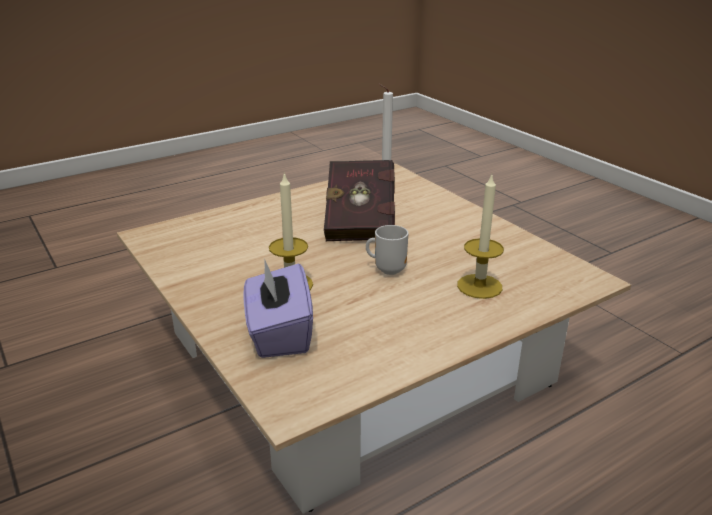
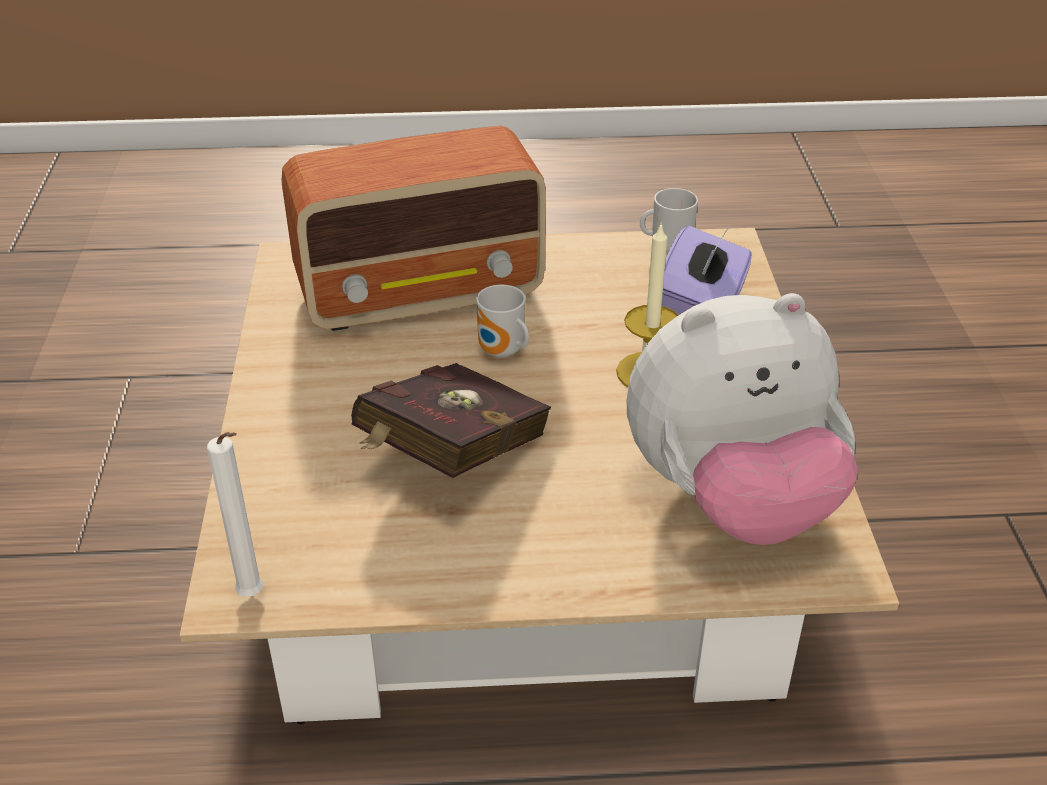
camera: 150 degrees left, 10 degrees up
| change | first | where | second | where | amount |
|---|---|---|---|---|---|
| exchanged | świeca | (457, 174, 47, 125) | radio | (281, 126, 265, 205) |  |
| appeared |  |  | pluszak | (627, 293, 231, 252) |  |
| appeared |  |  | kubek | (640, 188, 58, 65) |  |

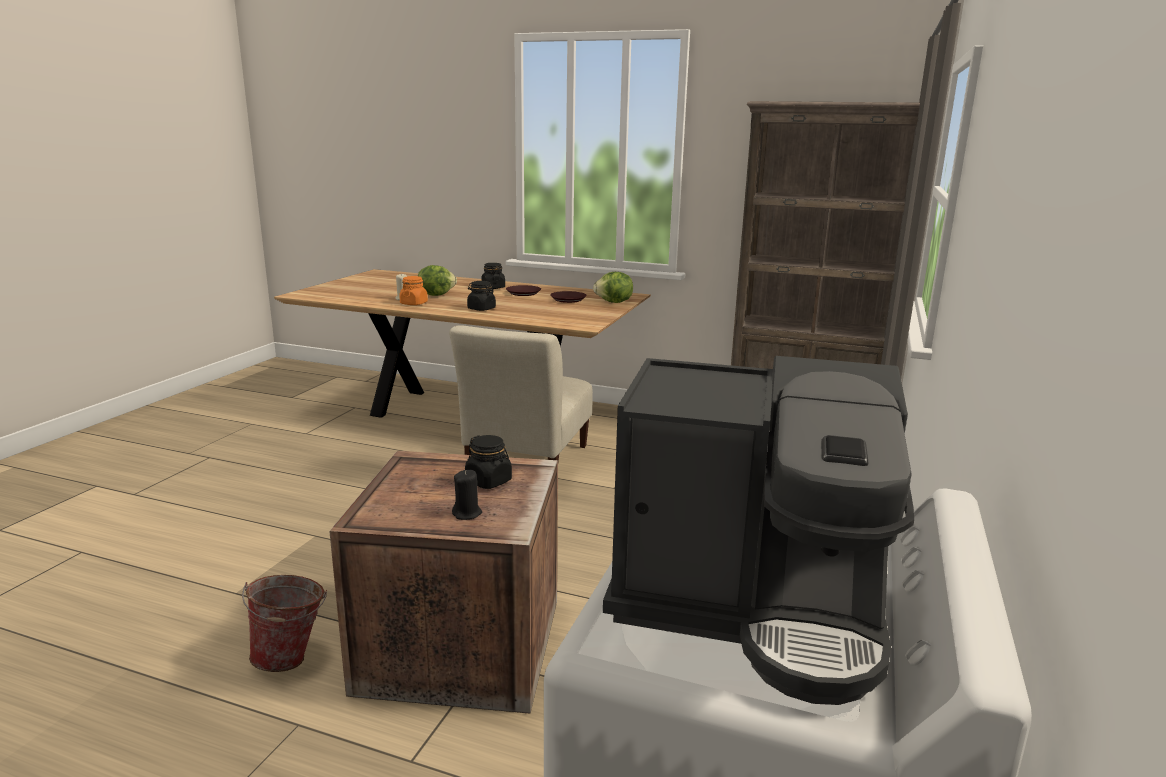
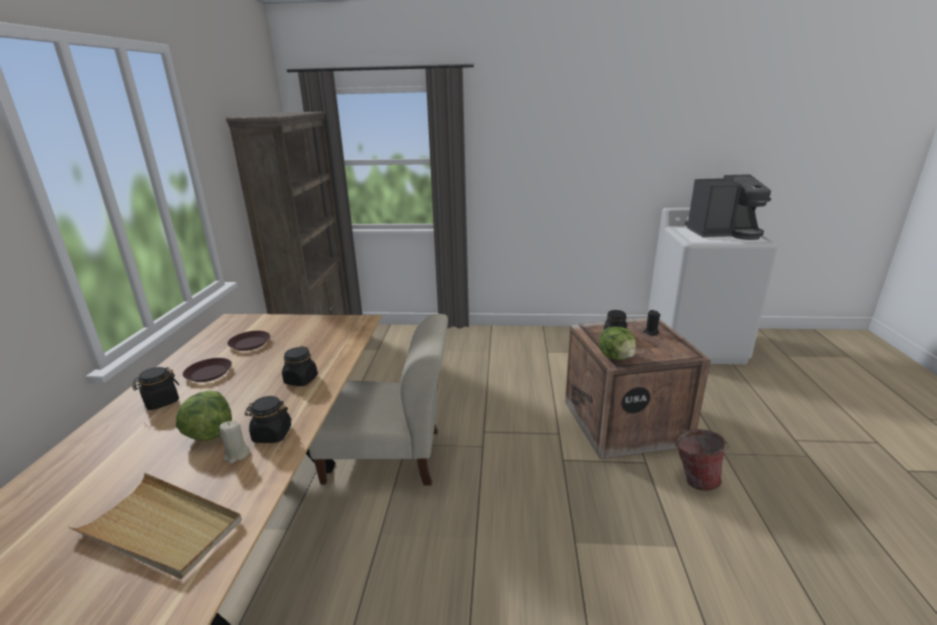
camera: 105 degrees left, 5 degrees up
| change | first | where | second | where | amount |
|---|---|---|---|---|---|
| colour | słoik [pomarańczowy] | (399, 276, 29, 29) | słoik [czarny] | (244, 396, 47, 47) |  |
| relocated | sałata | (593, 272, 40, 31) |  | (599, 327, 37, 33) |  |
| spun | ekspres do kawy | (603, 356, 311, 349) |  | (685, 174, 86, 66) | 90 degrees clockwise |
| appeared |  |  | taca [beżowy] | (68, 473, 174, 106) |  |

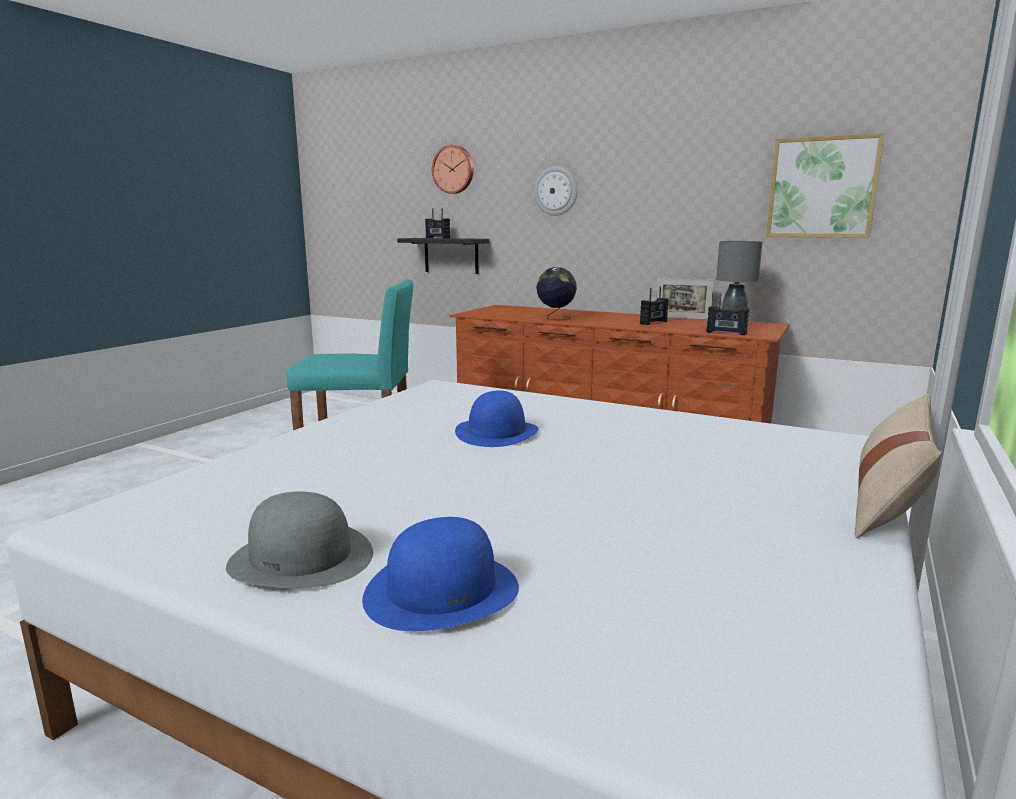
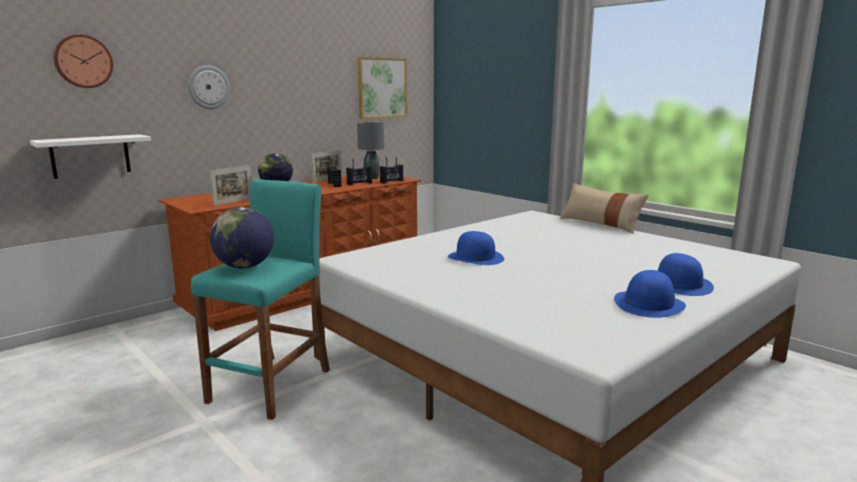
camera: 70 degrees left, 0 degrees up
| change | first | where | second | where | amount |
|---|---|---|---|---|---|
| colour | kapelusz [szary] | (226, 491, 147, 97) | kapelusz [niebieski] | (614, 270, 72, 48) |  |
| colour | półka [czarny] | (397, 238, 92, 36) | półka [biały] | (30, 134, 121, 45) |  |
| relocated | radio | (425, 208, 25, 30) |  | (346, 158, 26, 27) |  |
| appeared |  |  | ramka na zdjęcie | (210, 165, 41, 41) |  |
| appeared |  |  | globus | (210, 207, 64, 61) |  |

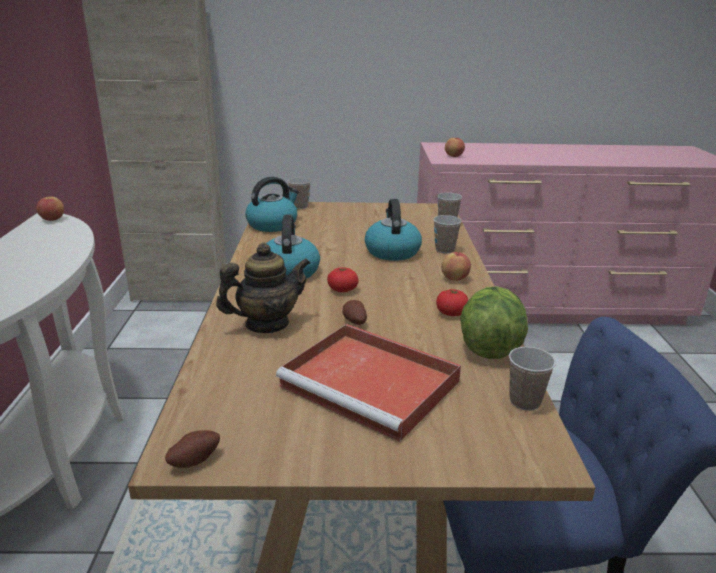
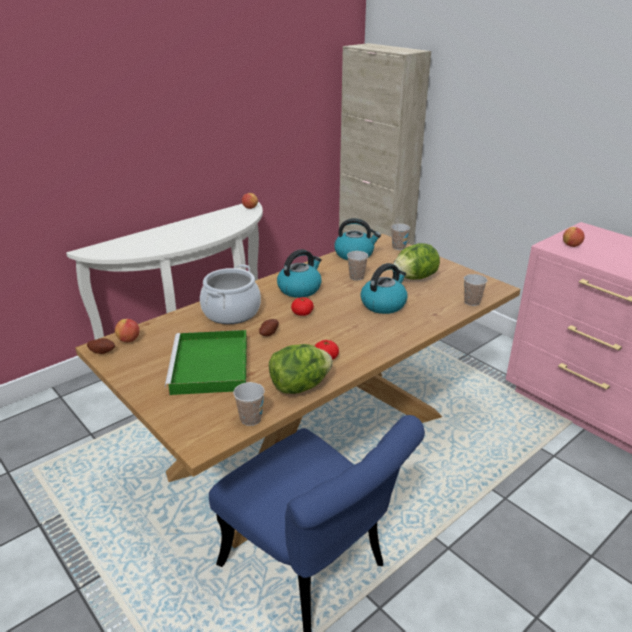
camera: 50 degrees right, 5 degrees up
| change | first | where | second | where | amount |
|---|---|---|---|---|---|
| exchanged | imbryk | (216, 242, 95, 91) | garnek | (200, 264, 61, 60) |  |
| colour | taca [czerwony] | (276, 324, 185, 118) | taca [zielony] | (165, 330, 82, 65) |  |
| relocated | filiżanka | (433, 215, 29, 38) |  | (347, 251, 21, 29) |  |
| relocated | jabłko | (441, 251, 30, 30) |  | (115, 319, 24, 23) |  |
| appeared |  |  | sałata | (393, 243, 47, 37) |  |

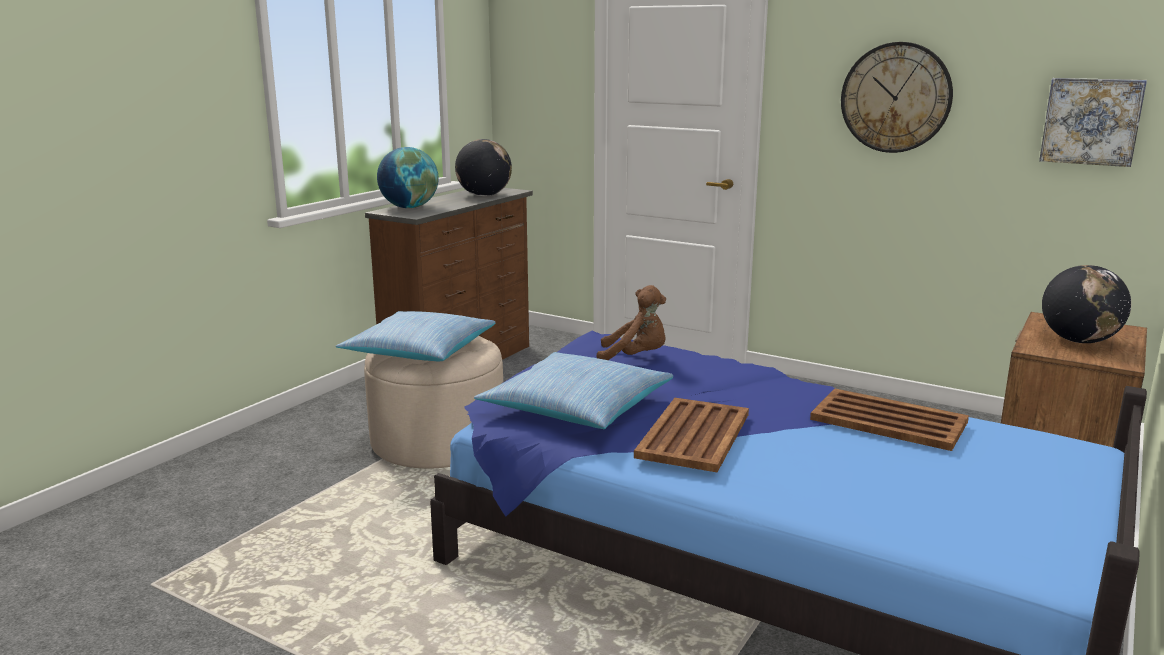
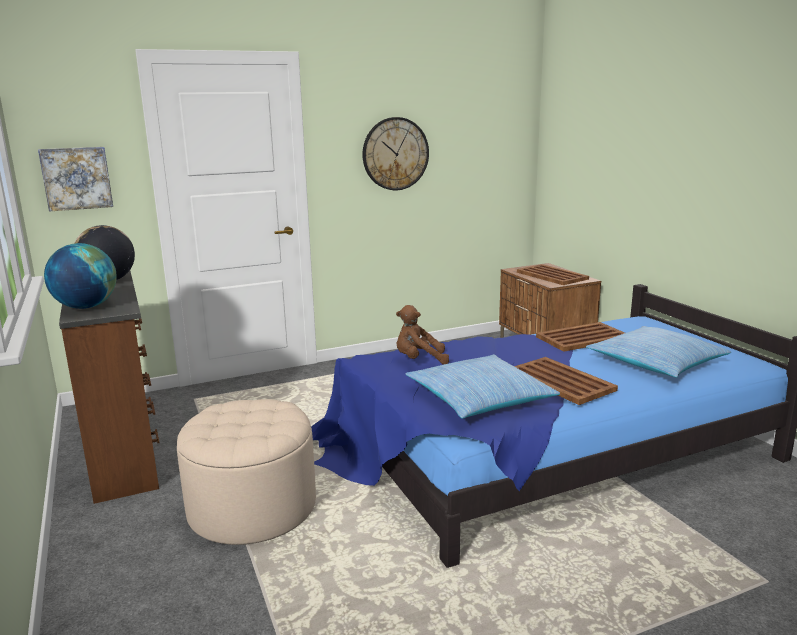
camera: 55 degrees left, 0 degrees up
| change | first | where | second | where | amount |
|---|---|---|---|---|---|
| relocated | poduszka | (336, 311, 160, 50) |  | (586, 326, 145, 51) |  |
| spun | pluszak [brązowy] | (597, 285, 69, 75) |  | (396, 305, 53, 60) | 135 degrees counterclockwise |
| relocated | obraz | (1039, 78, 108, 89) |  | (38, 147, 75, 65) |  |
| exchanged | globus | (1042, 265, 89, 78) | taca [brązowy] | (517, 264, 72, 21) |  |

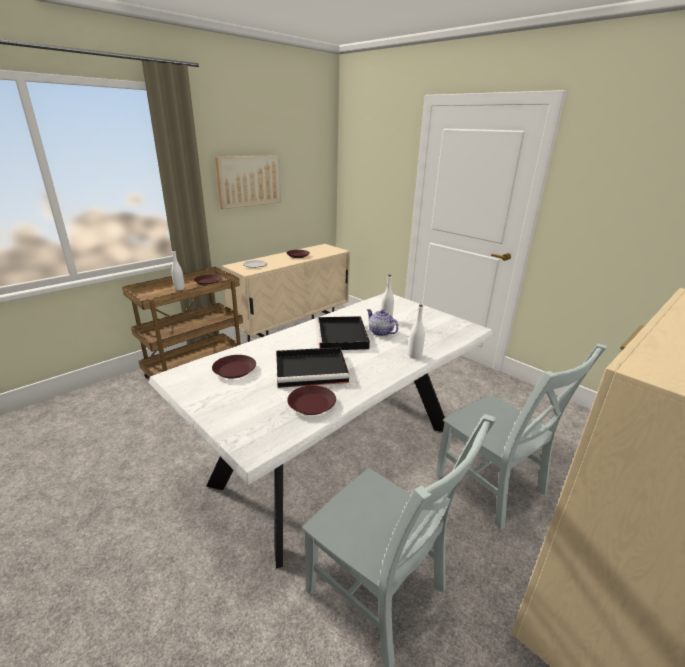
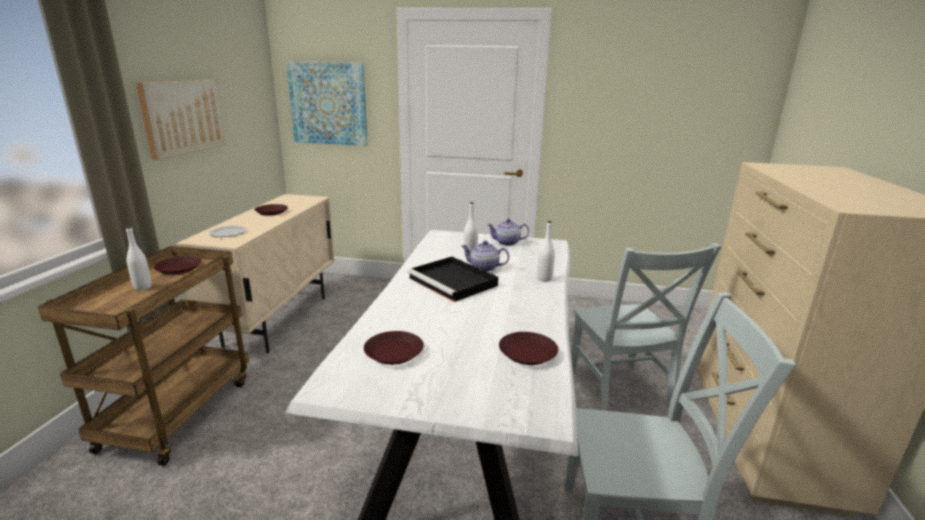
camera: 35 degrees left, 5 degrees down
| change | first | where | second | where | amount |
|---|---|---|---|---|---|
| missing | taca [czarny] | (276, 347, 73, 41) |  |  |  |
| spun | krzesło [szary] | (435, 344, 172, 186) |  | (571, 243, 150, 168) | 60 degrees clockwise |
| appeared |  |  | obraz | (286, 61, 82, 85) |  |
| appeared |  |  | imbryk | (487, 219, 42, 27) |  |

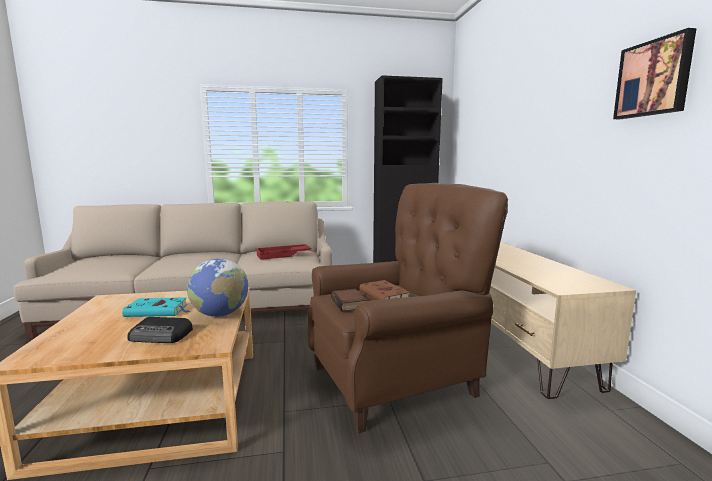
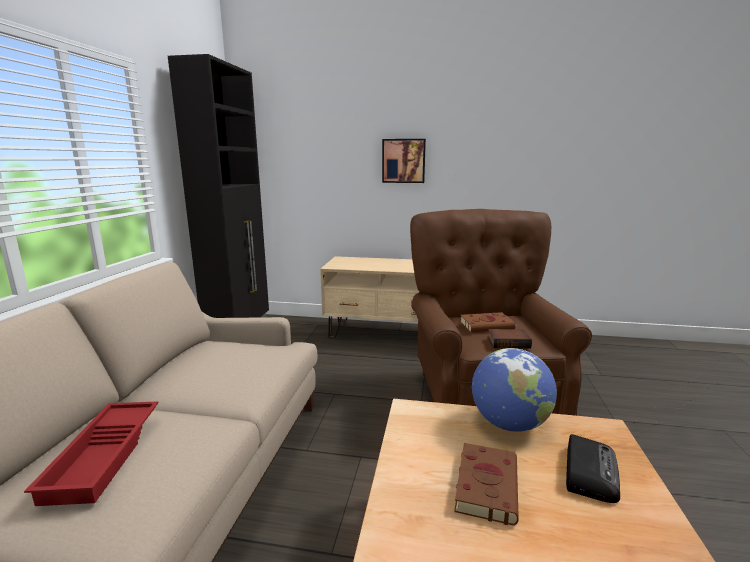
camera: 70 degrees left, 5 degrees up
| change | first | where | second | where | amount |
|---|---|---|---|---|---|
| colour | książka [turkusowy] | (122, 297, 68, 20) | książka [brązowy] | (454, 443, 65, 82) |  |
| relocated | taca [czerwony] | (255, 244, 57, 16) |  | (24, 401, 135, 105) |  |
| relocated | obraz | (613, 28, 83, 91) |  | (382, 139, 44, 44) |  |

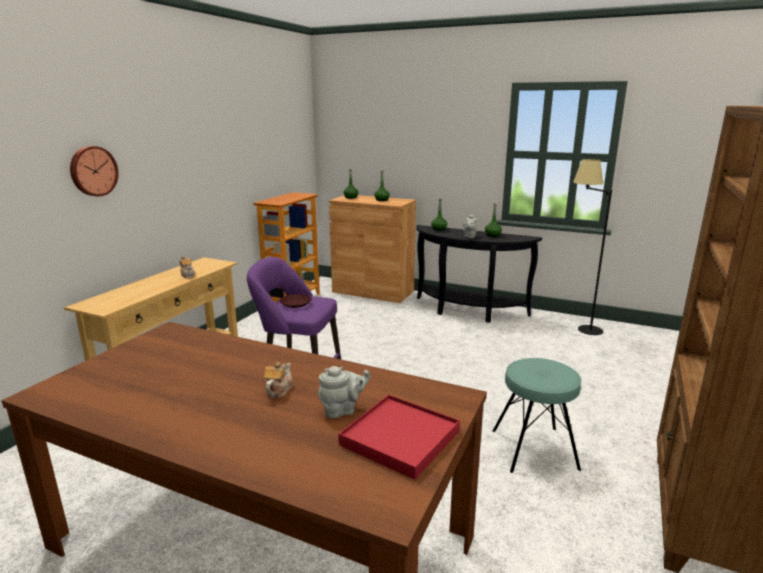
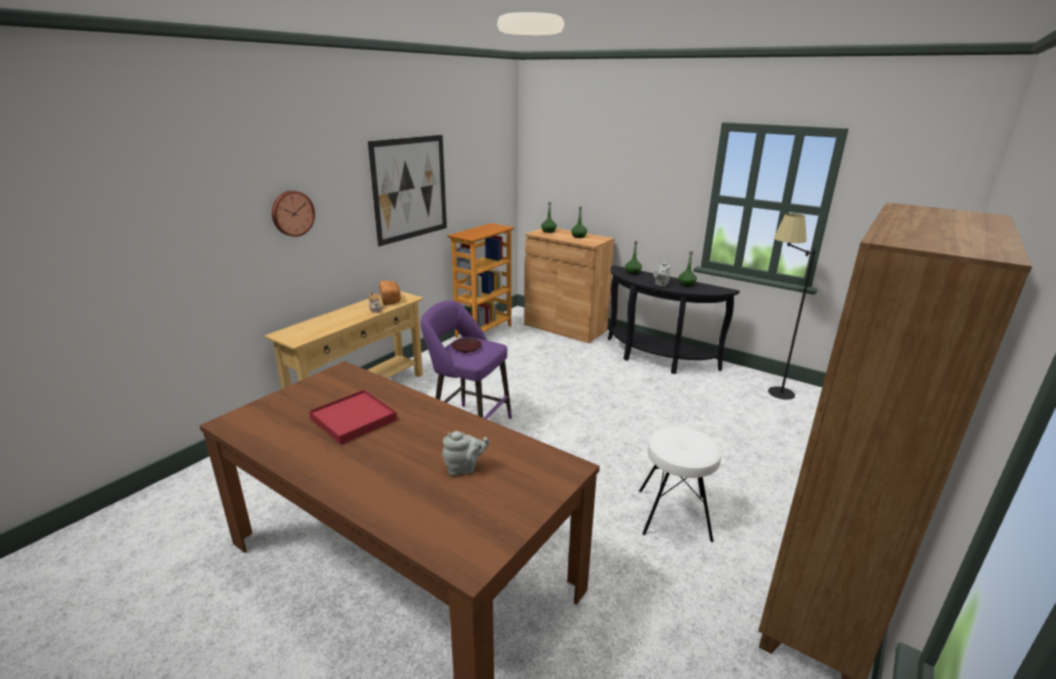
camera: 10 degrees right, 5 degrees up
| change | first | where | second | where | amount |
|---|---|---|---|---|---|
| missing | imbryk | (264, 362, 29, 36) |  |  |  |
| relocated | taca [czerwony] | (338, 395, 122, 85) |  | (309, 390, 88, 55) |  |
| colour | stołek [turkusowy] | (492, 358, 89, 115) | stołek [biały] | (639, 427, 83, 115) |  |
| appeared |  |  | obraz | (368, 135, 79, 111) |  |
| appeared |  |  | chleb | (379, 281, 22, 24) |  |

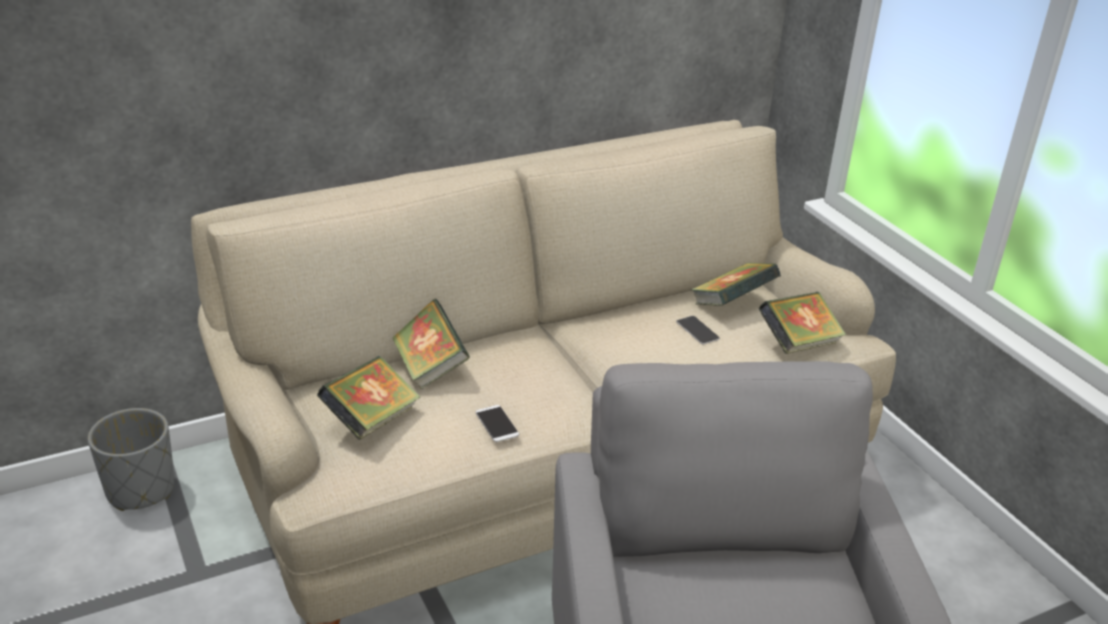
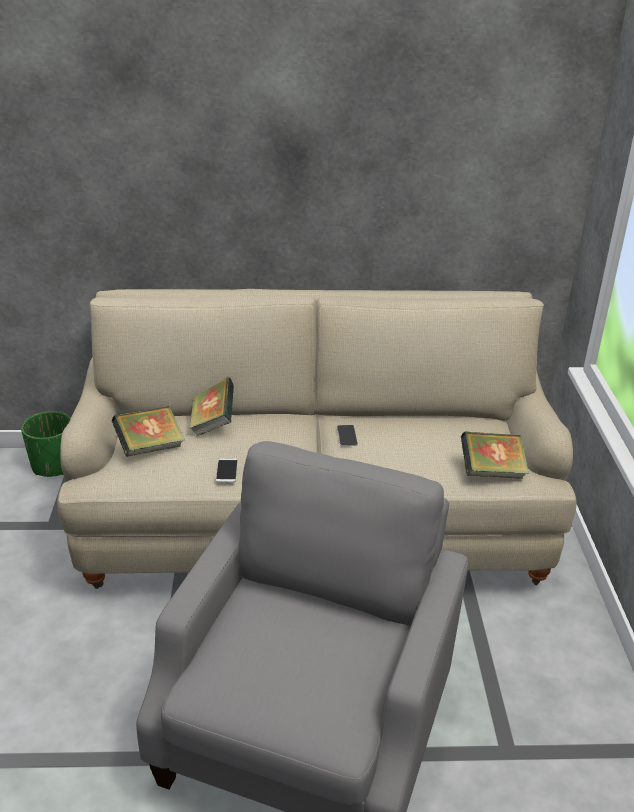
camera: 25 degrees right, 0 degrees up
| change | first | where | second | where | amount |
|---|---|---|---|---|---|
| colour | donica [szary] | (88, 408, 86, 103) | donica [zielony] | (21, 411, 50, 66) |  |
| relocated | telefon | (676, 316, 44, 28) |  | (337, 425, 21, 21) |  |
| missing | książka | (691, 263, 89, 43) |  |  |  |

